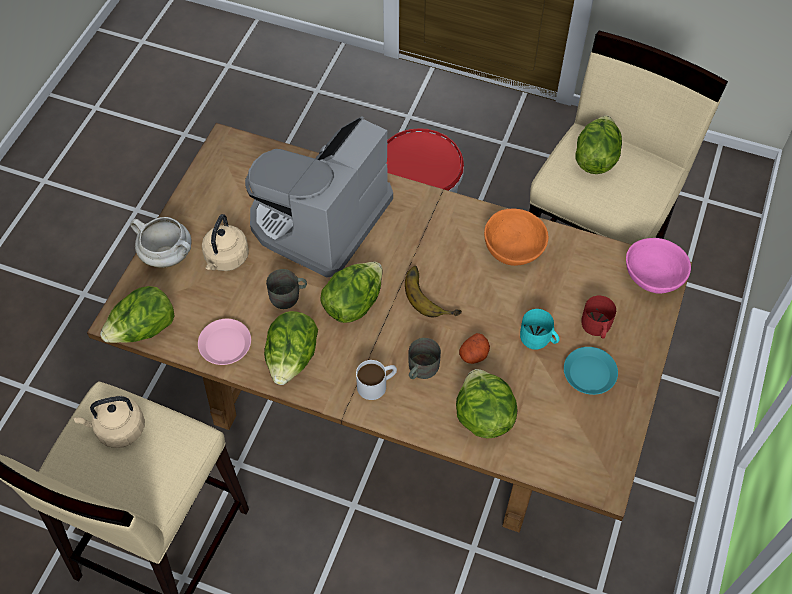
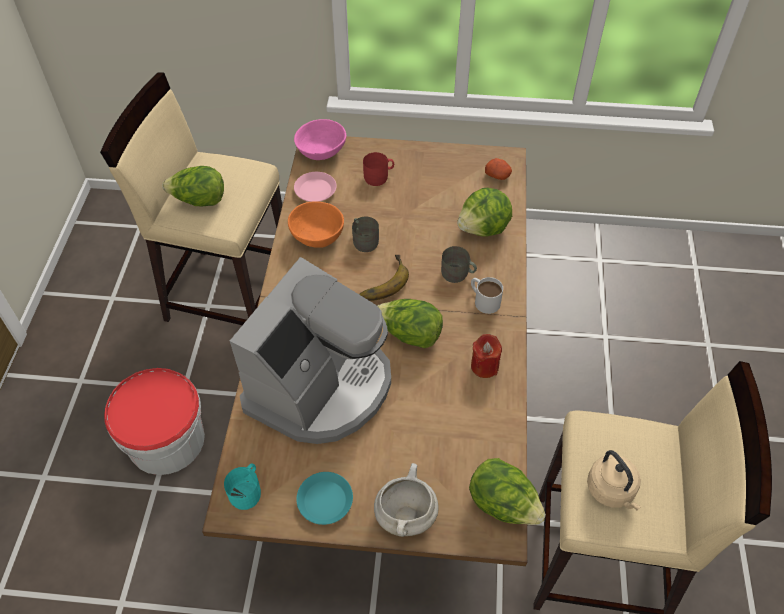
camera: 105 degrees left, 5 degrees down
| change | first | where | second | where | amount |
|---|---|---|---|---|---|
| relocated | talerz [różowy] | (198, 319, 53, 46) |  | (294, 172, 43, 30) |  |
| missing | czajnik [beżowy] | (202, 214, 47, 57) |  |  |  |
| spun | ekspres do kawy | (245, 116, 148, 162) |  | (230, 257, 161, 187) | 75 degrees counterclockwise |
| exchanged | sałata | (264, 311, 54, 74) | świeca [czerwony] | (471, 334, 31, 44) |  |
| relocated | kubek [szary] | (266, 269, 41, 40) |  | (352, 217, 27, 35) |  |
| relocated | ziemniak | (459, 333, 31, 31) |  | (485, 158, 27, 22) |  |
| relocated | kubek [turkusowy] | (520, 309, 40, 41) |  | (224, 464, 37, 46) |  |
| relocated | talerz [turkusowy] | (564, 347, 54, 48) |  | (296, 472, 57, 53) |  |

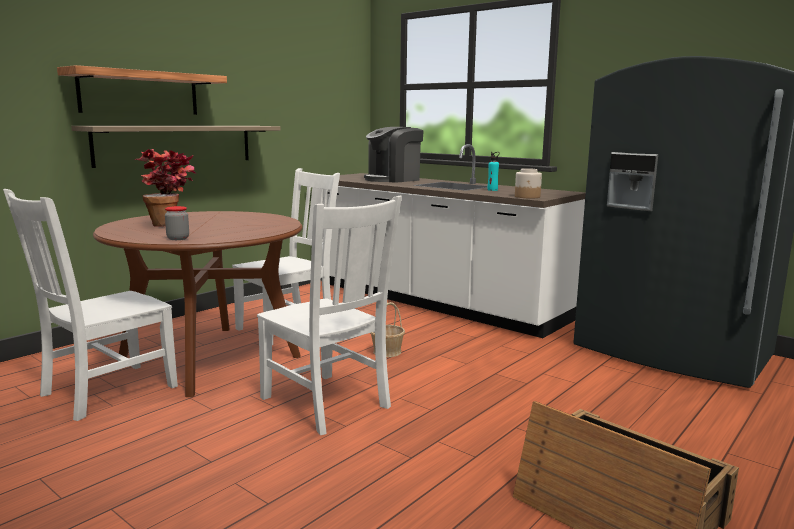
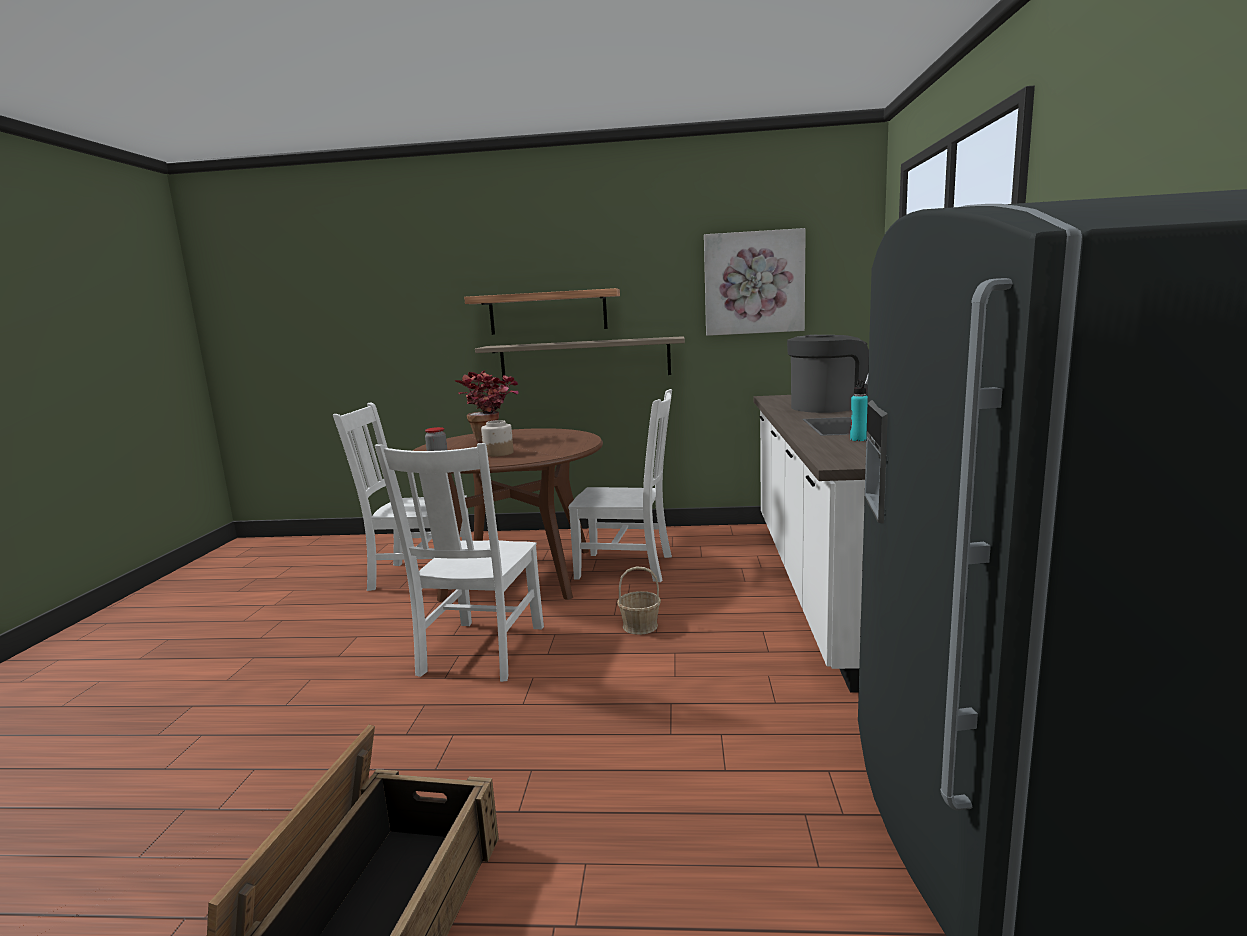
camera: 55 degrees right, 0 degrees up
| change | first | where | second | where | amount |
|---|---|---|---|---|---|
| spun | ekspres do kawy | (364, 127, 60, 56) |  | (787, 335, 82, 78) | 135 degrees clockwise |
| relocated | słoik | (515, 168, 27, 30) |  | (481, 420, 33, 37) |  |
| appeared |  |  | obraz | (704, 228, 102, 108) |  |

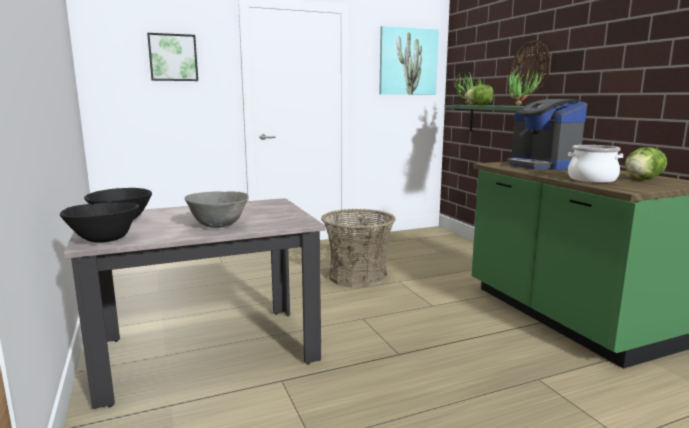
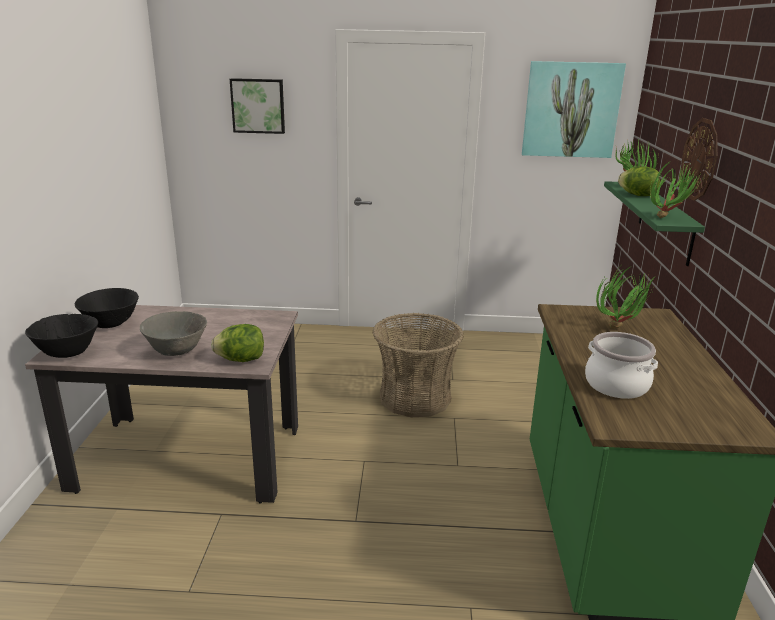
camera: 25 degrees right, 10 degrees up
| change | first | where | second | where | amount |
|---|---|---|---|---|---|
| exchanged | ekspres do kawy | (507, 99, 80, 71) | roślina doniczkowa | (596, 267, 61, 62) |  |
| relocated | sałata | (625, 147, 42, 33) |  | (211, 324, 53, 38) |  |

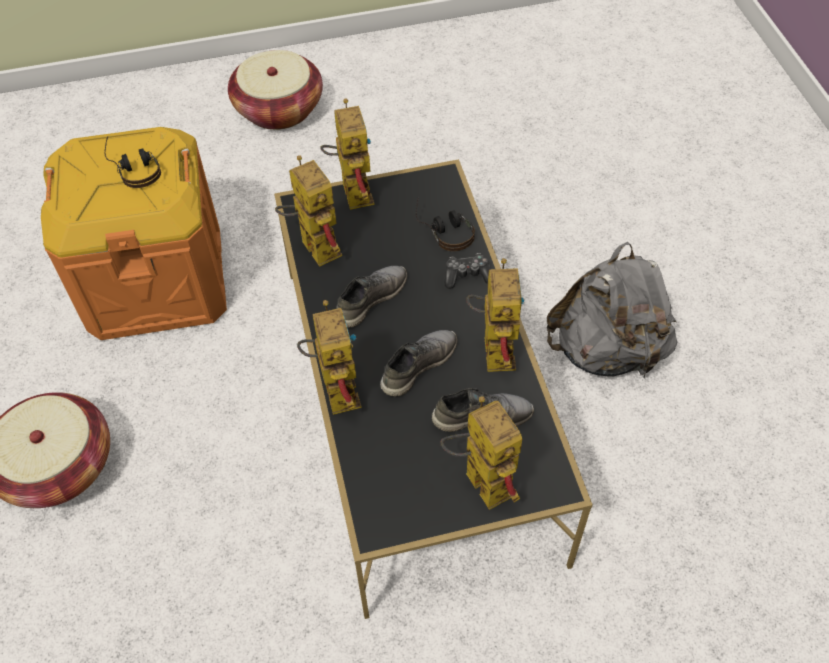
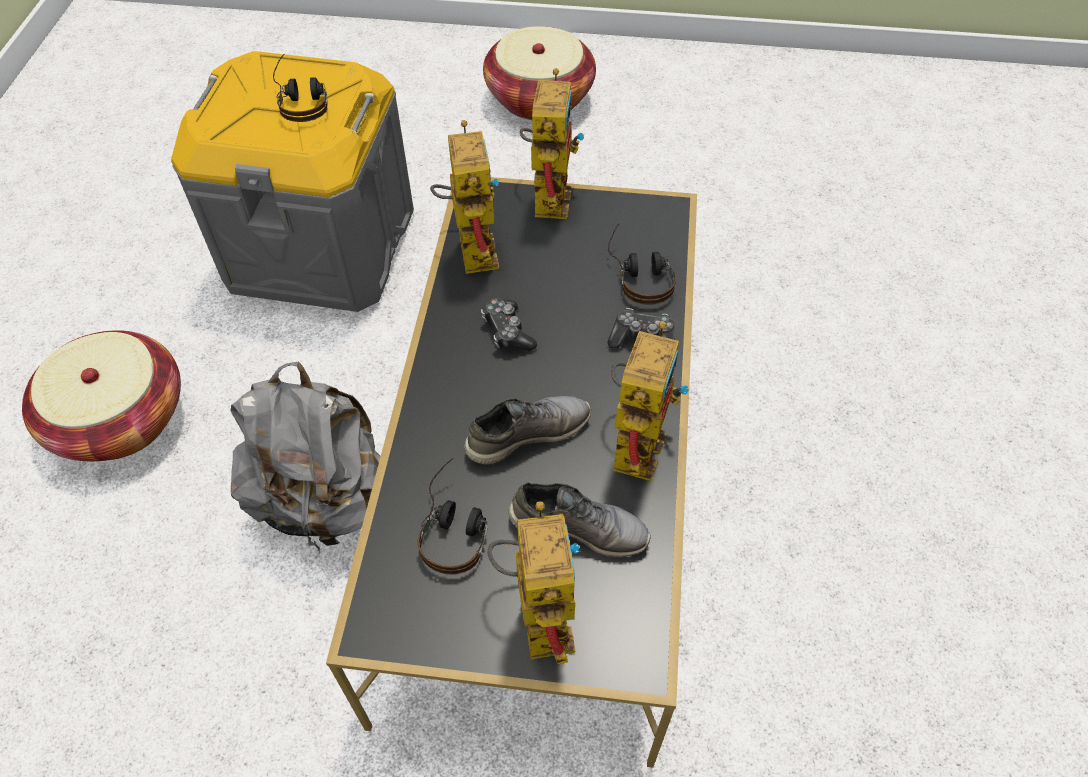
camera: 20 degrees right, 0 degrees up
| change | first | where | second | where | amount |
|---|---|---|---|---|---|
| colour | pojemnik do przechowywania [pomarańczowy] | (41, 127, 186, 213) | pojemnik do przechowywania [szary] | (171, 51, 243, 261) |  |
| missing | robot zabawkowy | (297, 300, 64, 115) |  |  |  |
| exchanged | but [szary] | (336, 266, 71, 62) | pad do gier | (481, 298, 56, 53) |  |
| relocated | plecak [szary] | (547, 242, 131, 138) |  | (230, 362, 151, 190) |  |
| appeared |  |  | słuchawki | (417, 458, 71, 116) |  |

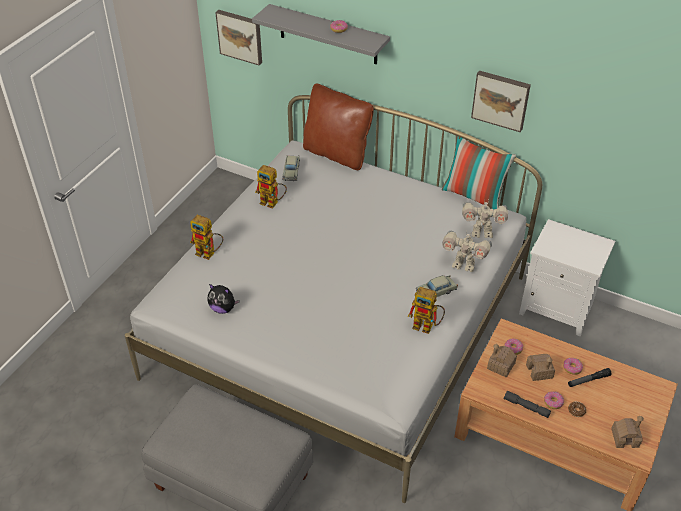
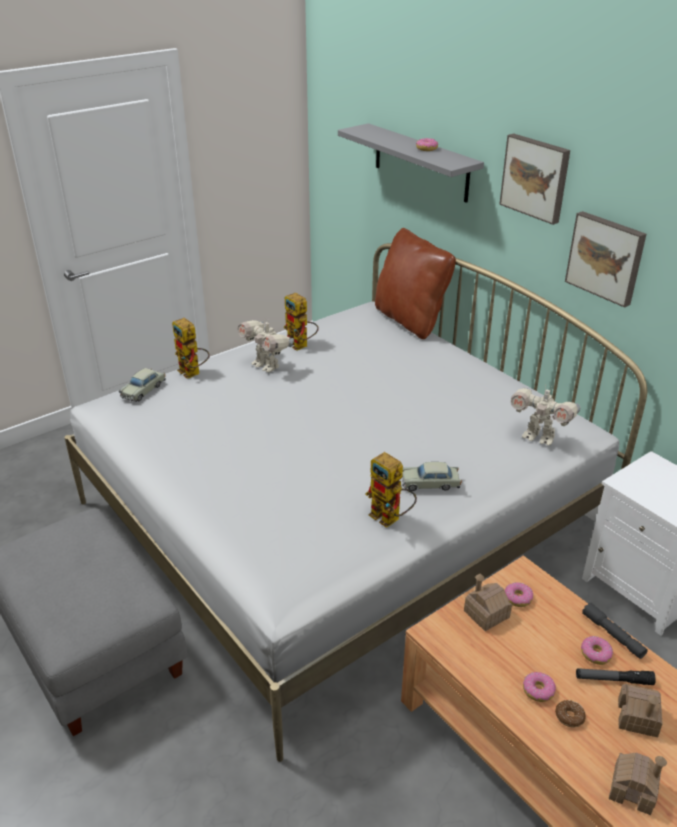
camera: 25 degrees right, 10 degrees down
| change | first | where | second | where | amount |
|---|---|---|---|---|---|
| missing | pluszak | (207, 284, 33, 30) |  |  |  |
| relocated | obraz | (215, 10, 47, 55) |  | (499, 133, 71, 92) |  |
| relocated | samochodzik [beżowy] | (282, 155, 18, 26) |  | (119, 368, 47, 34) |  |
| missing | poduszka | (442, 136, 74, 73) |  |  |  |
| relocated | robot zabawkowy | (442, 231, 50, 41) |  | (238, 320, 56, 52) |  |
| relocated | latarka [szary] | (504, 390, 47, 28) |  | (582, 603, 66, 56) |  |
| relocated | domek | (526, 354, 29, 27) |  | (618, 684, 44, 53) |  |

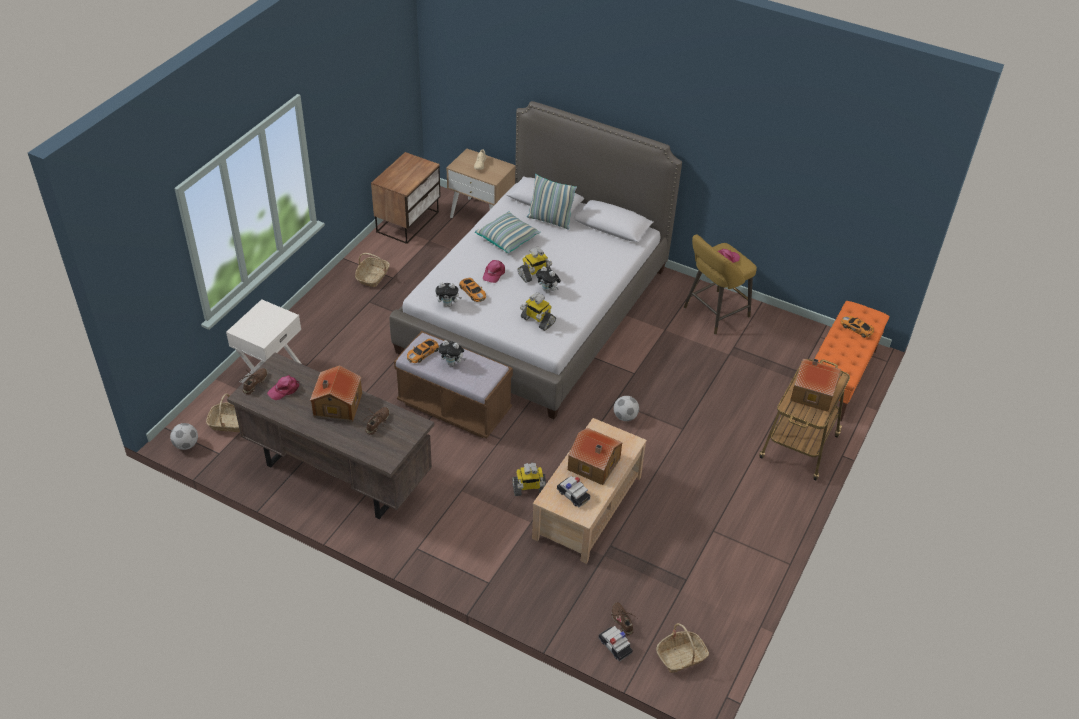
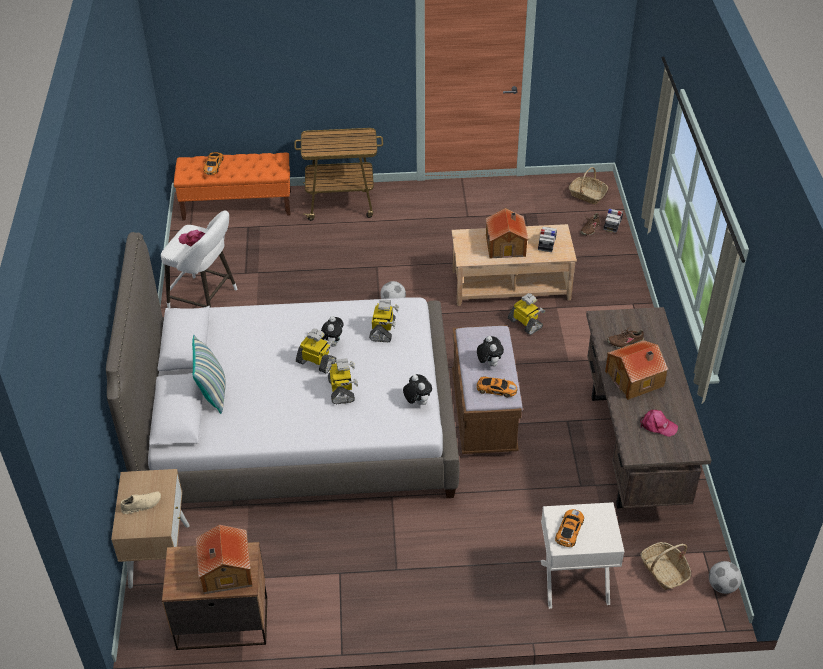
camera: 120 degrees left, 0 degrees up
| change | first | where | second | where | amount |
|---|---|---|---|---|---|
| missing | but [brązowy] | (242, 368, 26, 27) |  |  |  |
| missing | koszyk | (355, 253, 35, 34) |  |  |  |
| relocated | samochodzik | (459, 278, 27, 24) |  | (555, 509, 29, 38) |  |
| missing | poduszka | (475, 211, 66, 42) |  |  |  |
| exchanged | czapka z daszkiem [różowy] | (483, 260, 22, 23) | robot zabawkowy | (328, 358, 30, 46) |  |
| colour | stołek [żółty] | (684, 234, 73, 101) | stołek [biały] | (161, 210, 76, 98) |  |
| relocated | domek | (790, 359, 51, 53) |  | (196, 525, 56, 69) |  |

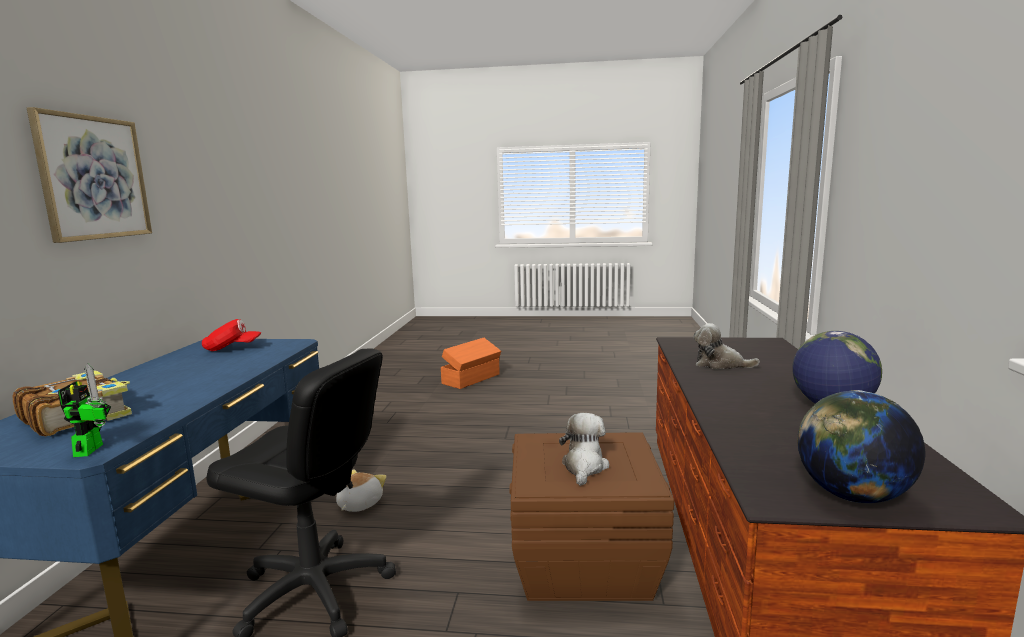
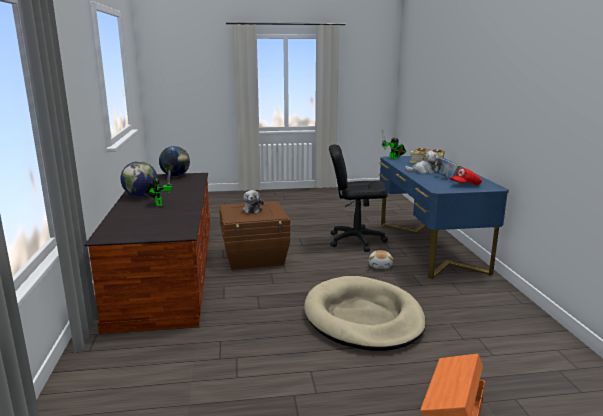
camera: 165 degrees right, 5 degrees up
| change | first | where | second | where | amount |
|---|---|---|---|---|---|
| missing | obraz | (27, 107, 125, 136) |  |  |  |
| relocated | pluszak | (693, 323, 67, 46) |  | (405, 151, 34, 23) |  |
| appeared |  |  | robot zabawkowy | (144, 170, 28, 36) |  |
| appeared |  |  | legowisko [beżowy] | (304, 276, 122, 75) |  |
| appeared |  |  | książka | (434, 158, 26, 21) |  |

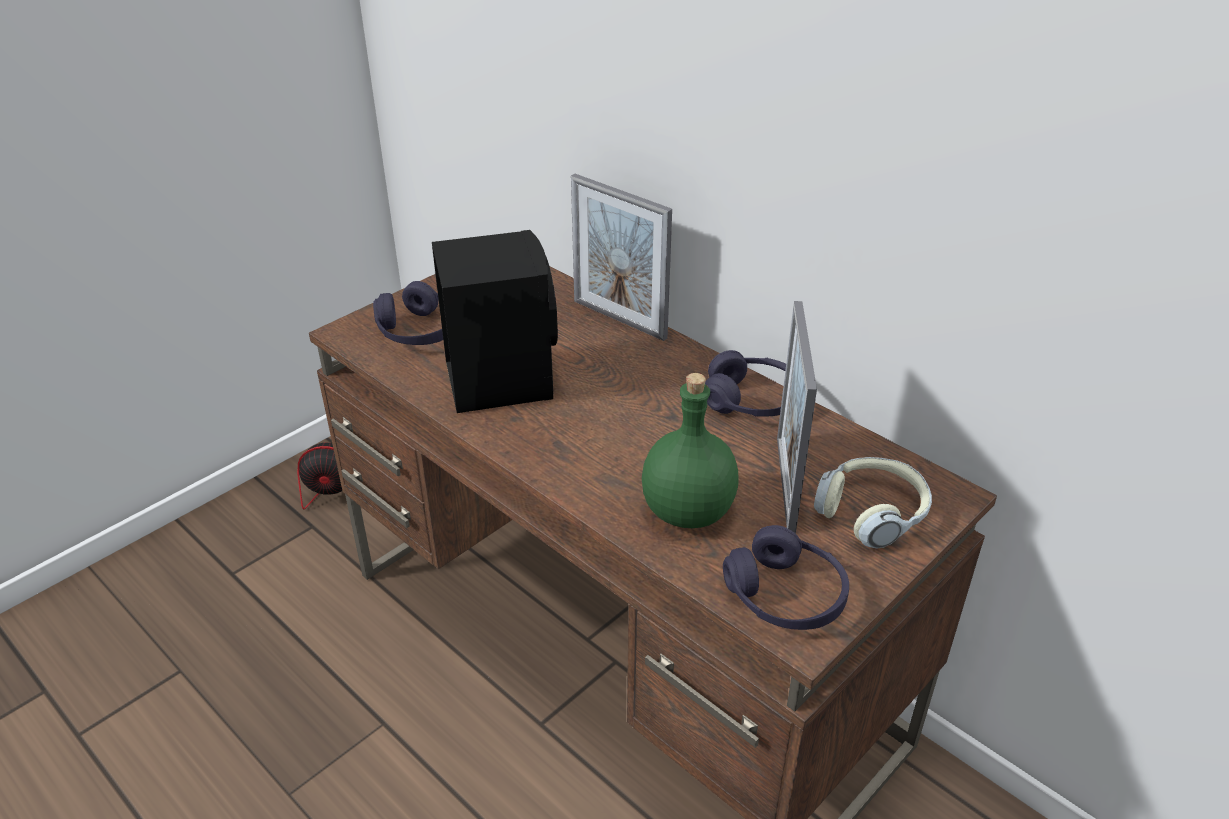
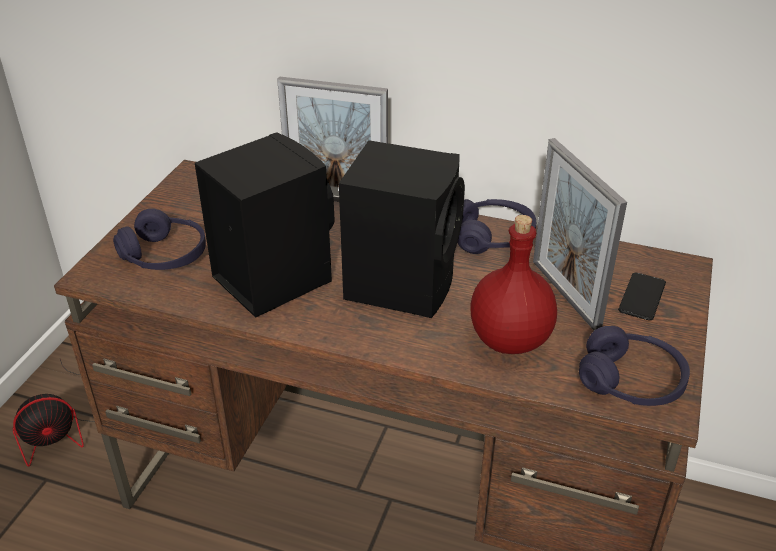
camera: 25 degrees left, 0 degrees up
| change | first | where | second | where | amount |
|---|---|---|---|---|---|
| colour | butelka [zielony] | (642, 373, 97, 155) | butelka [czerwony] | (470, 215, 87, 139) |  |
| exchanged | słuchawki | (814, 457, 118, 91) | telefon | (618, 273, 48, 47) |  |
| appeared |  |  | głośnik [czarny] | (339, 140, 126, 178) |  |

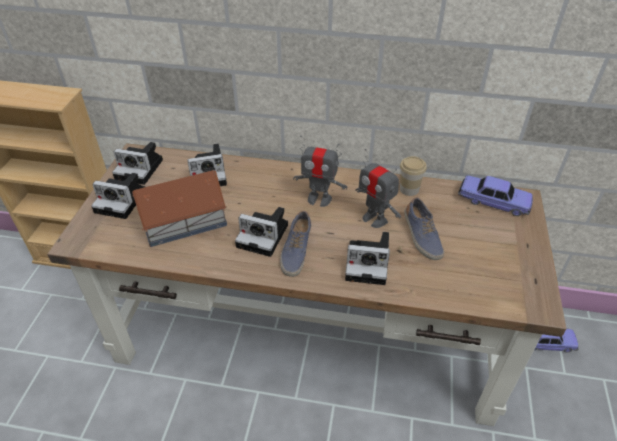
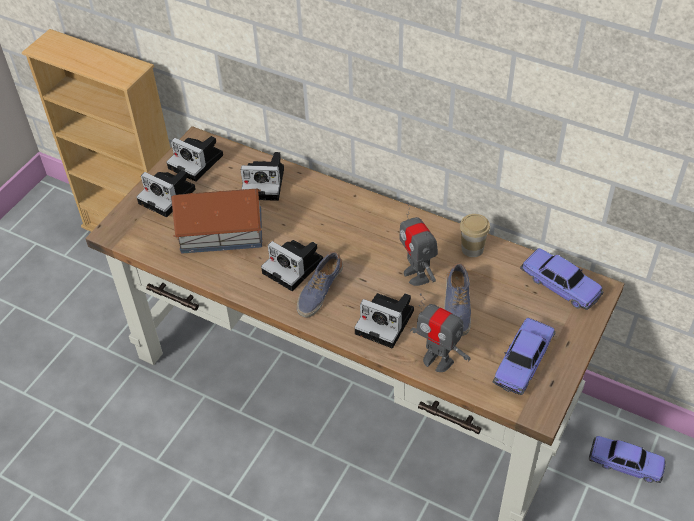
camera: 20 degrees right, 5 degrees up
| change | first | where | second | where | amount |
|---|---|---|---|---|---|
| relocated | robot zabawkowy | (293, 135, 54, 72) |  | (410, 293, 61, 79) |  |
| appeared |  |  | samochodzik | (493, 318, 63, 77) |  |

